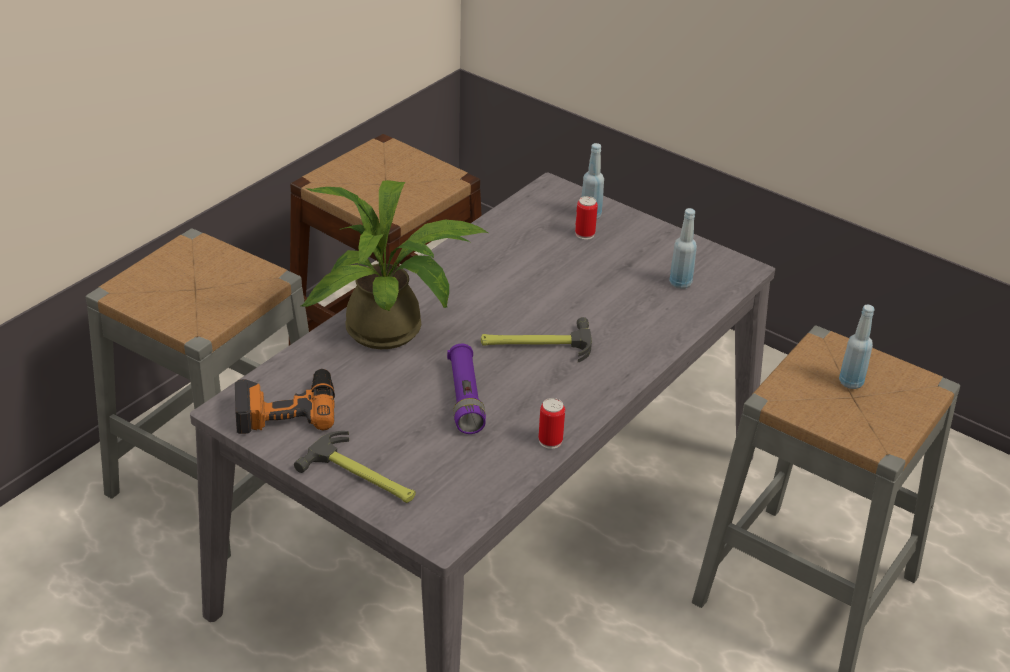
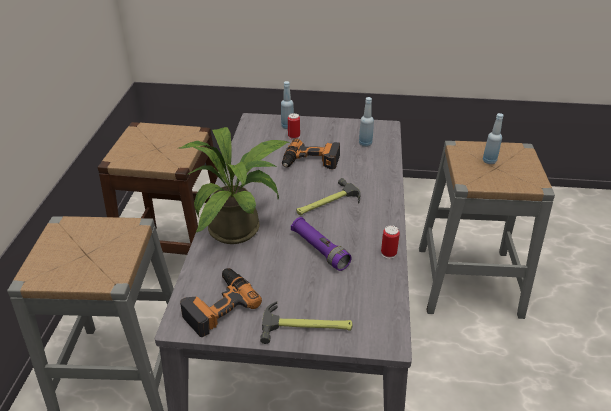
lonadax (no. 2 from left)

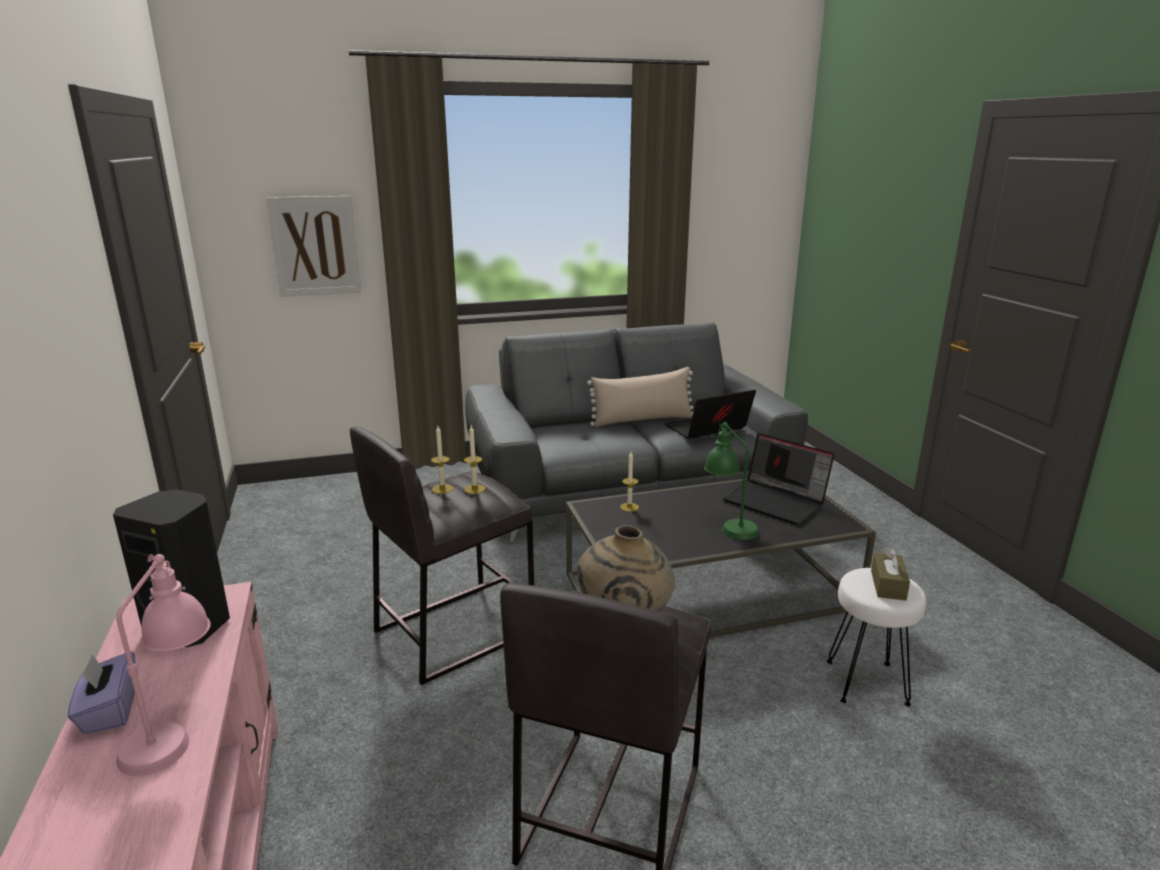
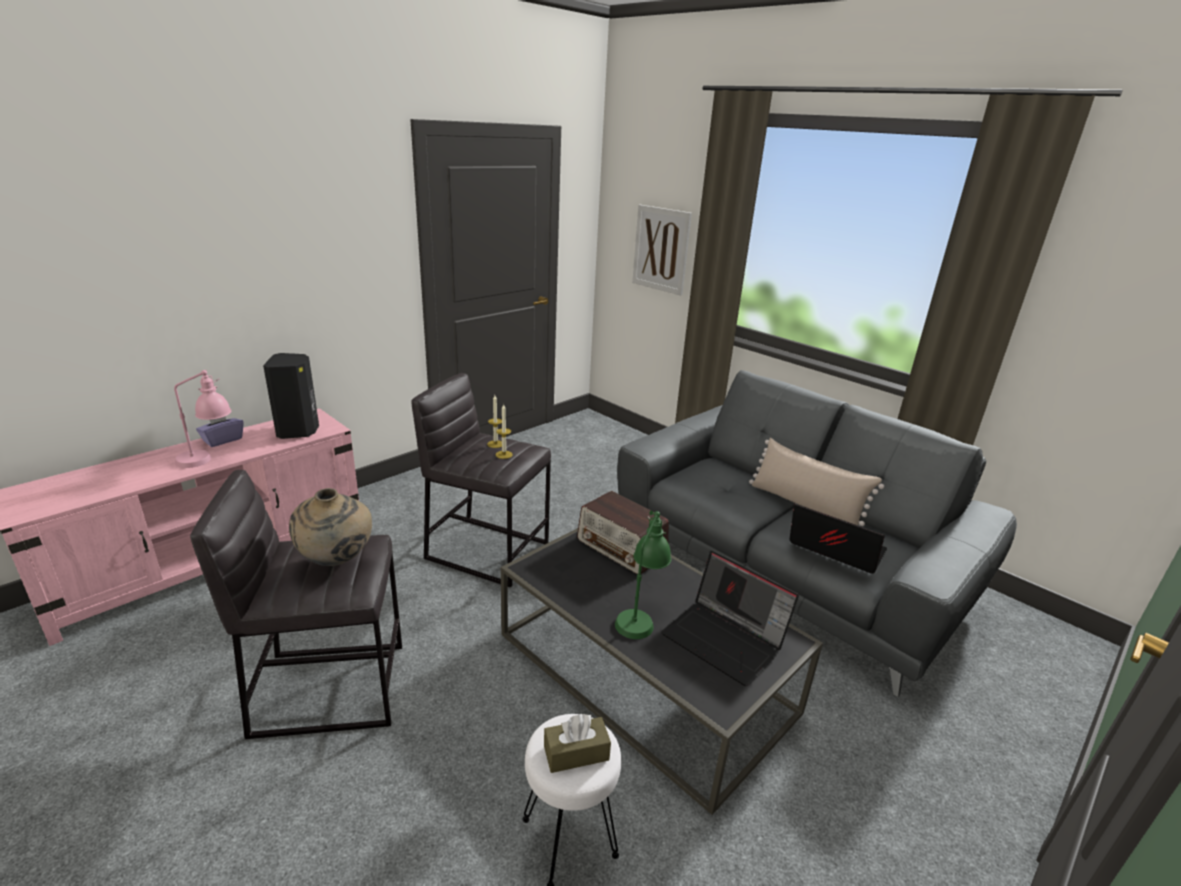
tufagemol; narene (no. 1 from left)

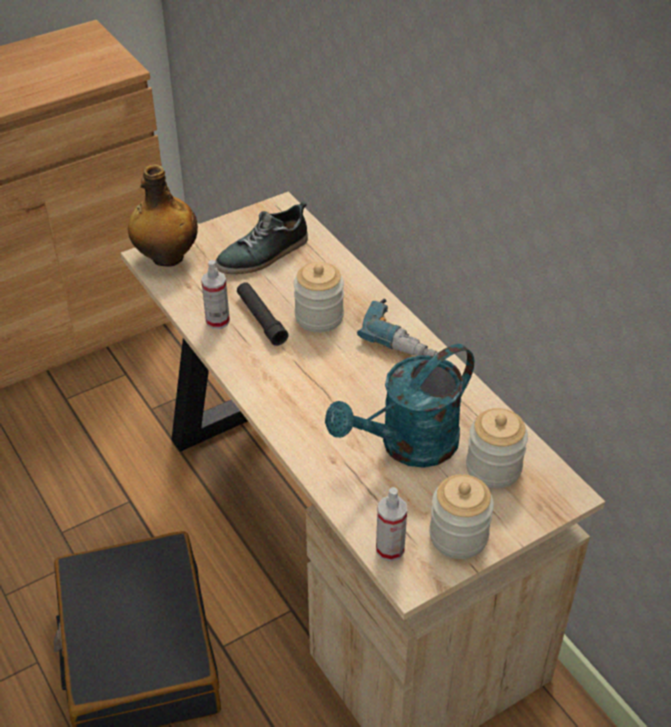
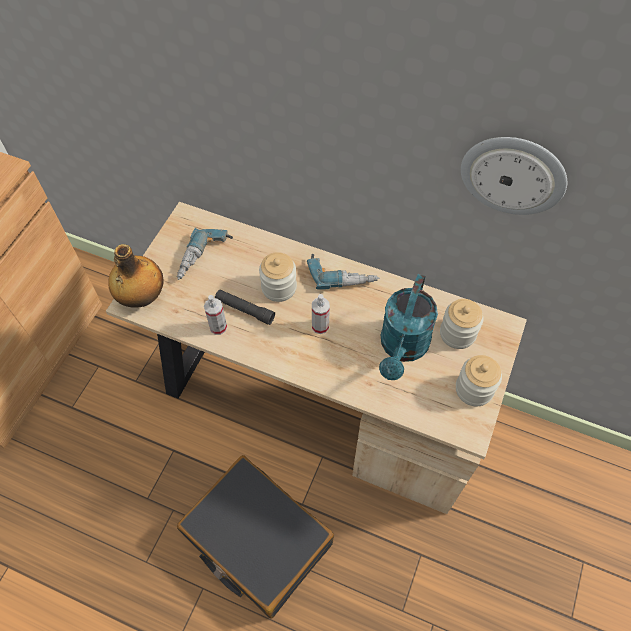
lonadax (no. 1 from left); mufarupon (no. 2 from left); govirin

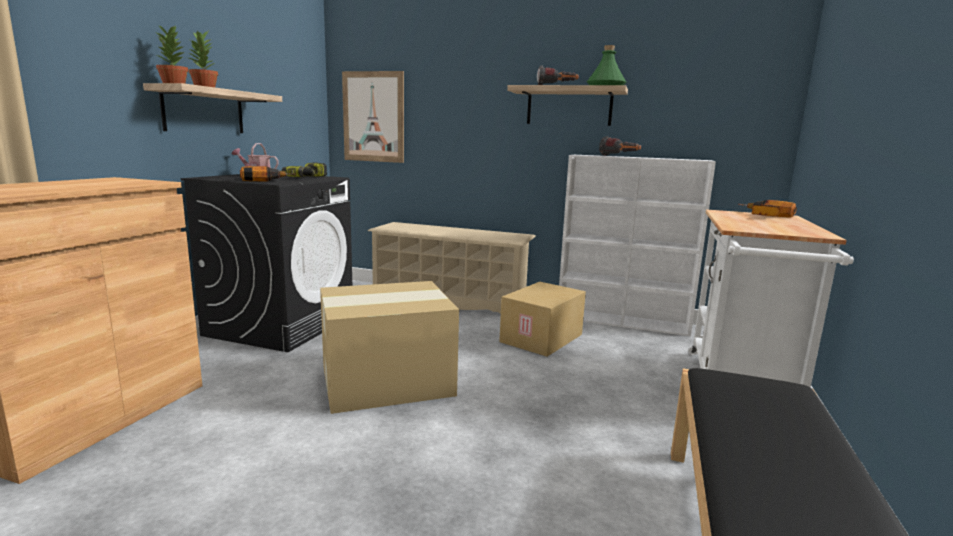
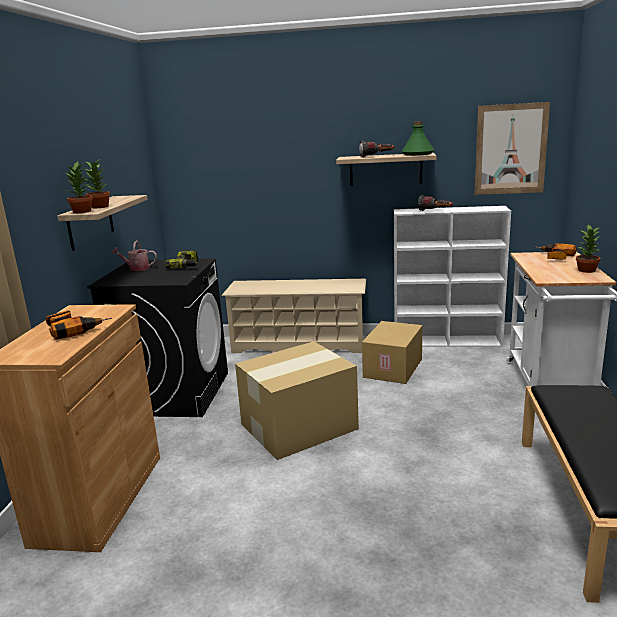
lonadax (no. 1 from left); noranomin; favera (no. 3 from left)

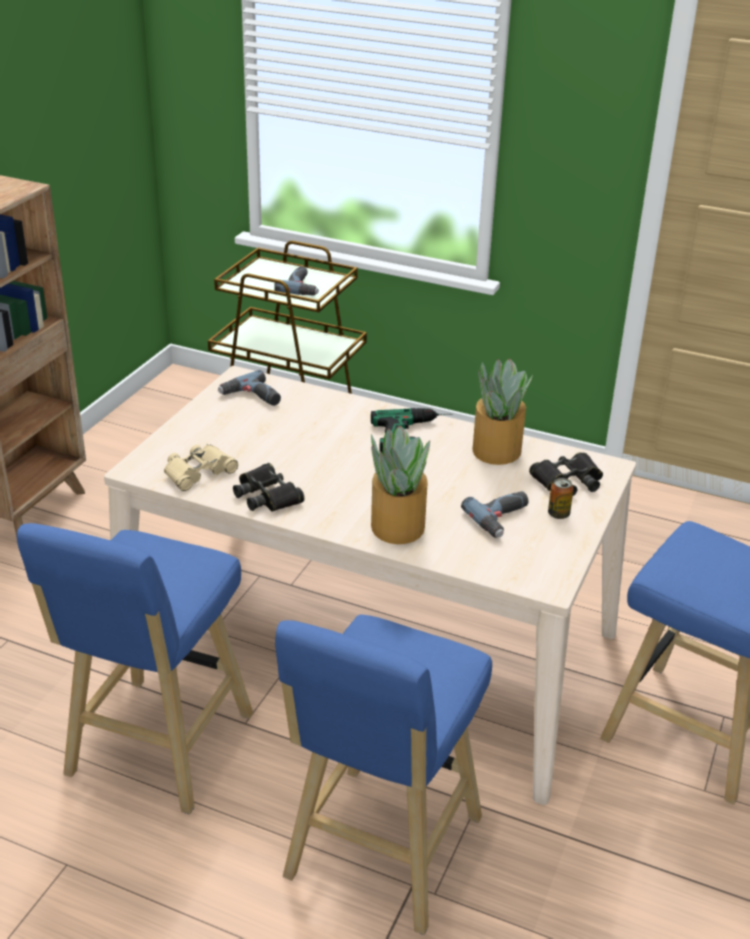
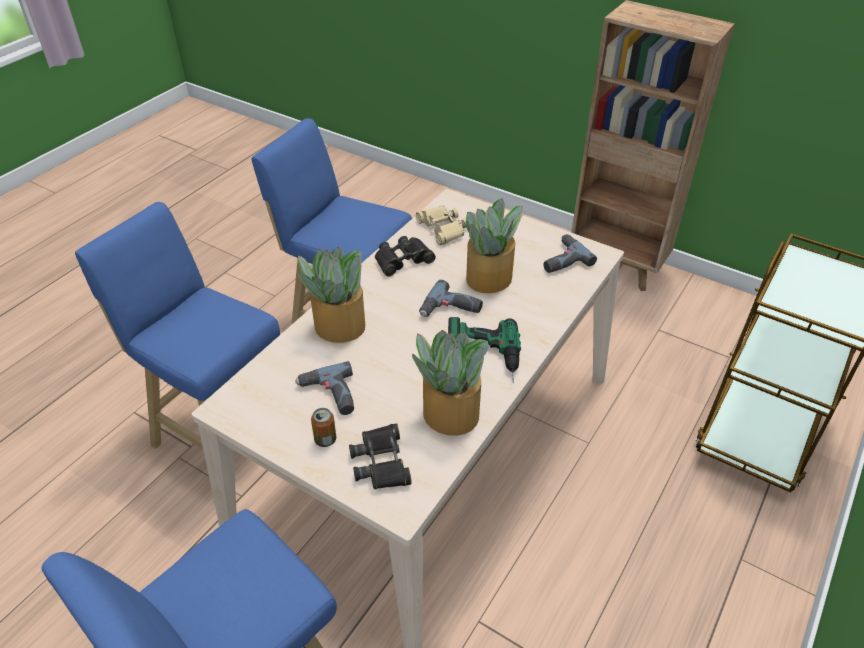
lonadax (no. 2 from left); favera (no. 3 from left)

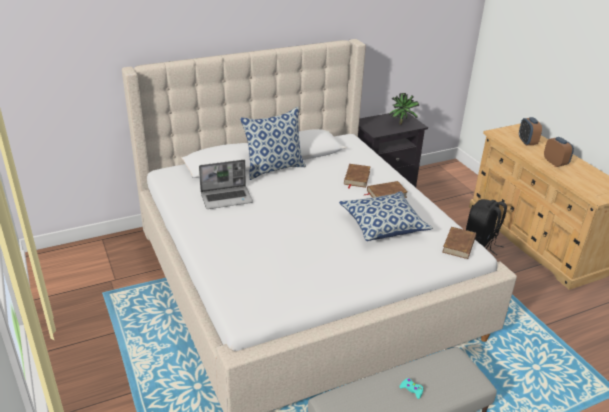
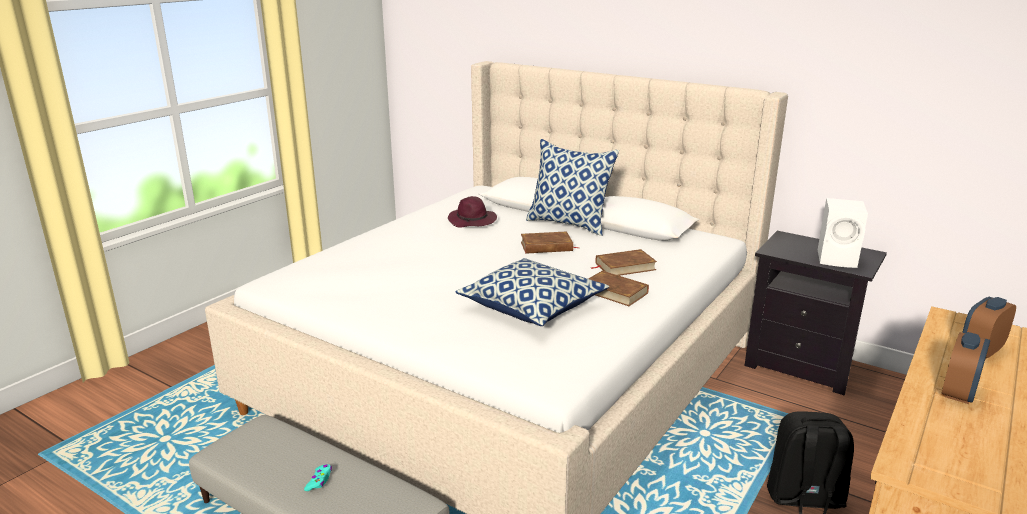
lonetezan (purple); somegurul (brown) (no. 1 from left); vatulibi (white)

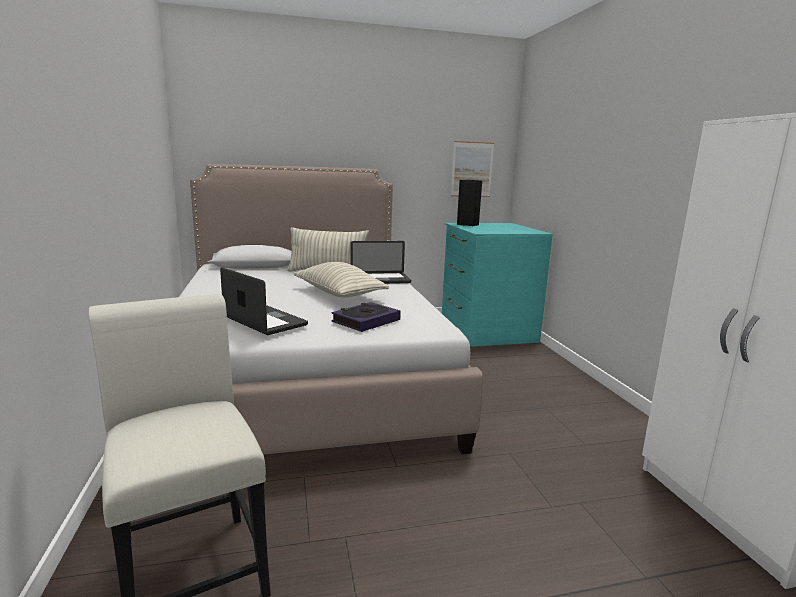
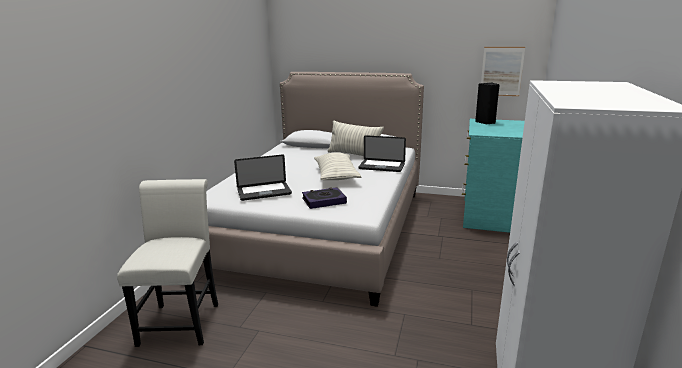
narene (no. 1 from left)

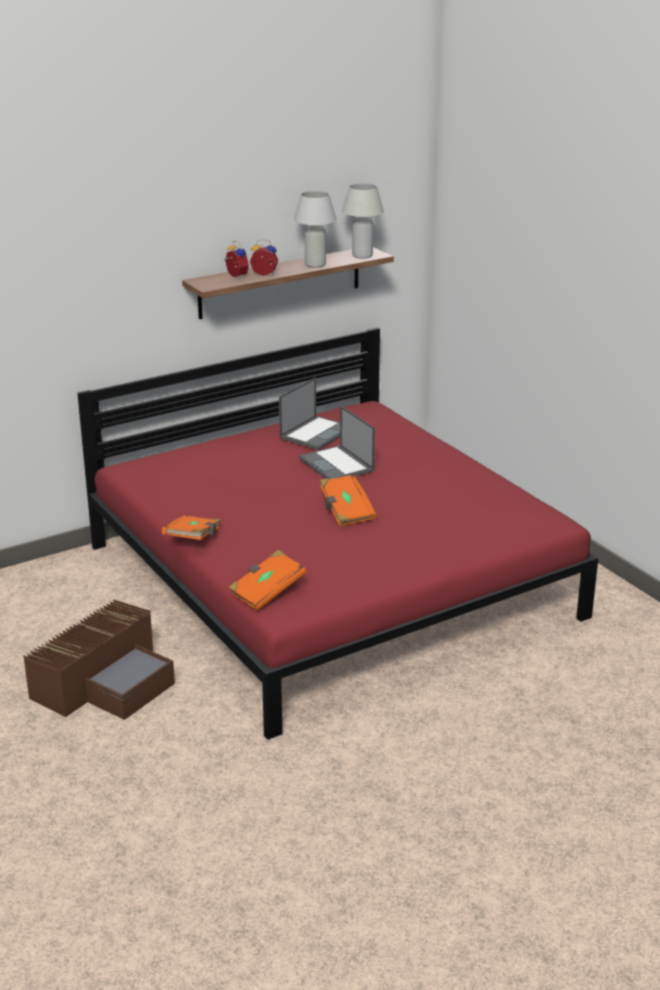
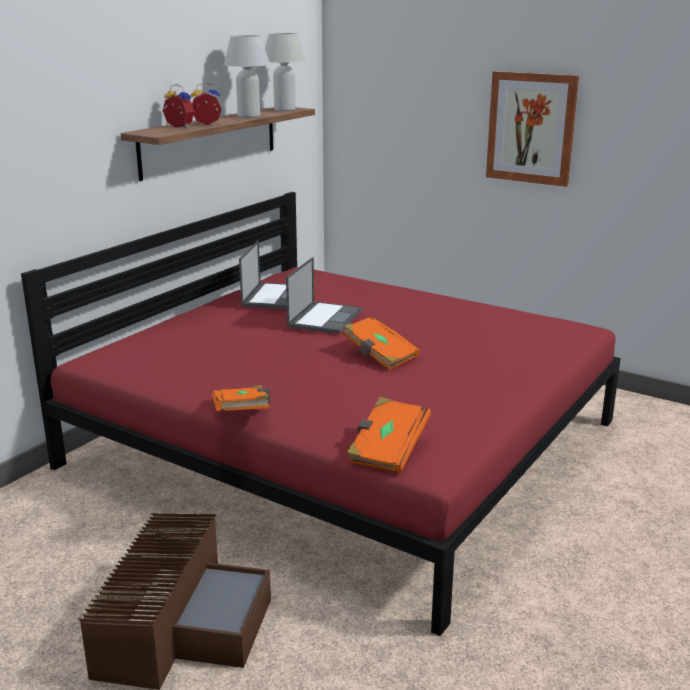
narene (no. 2 from left); noranomin

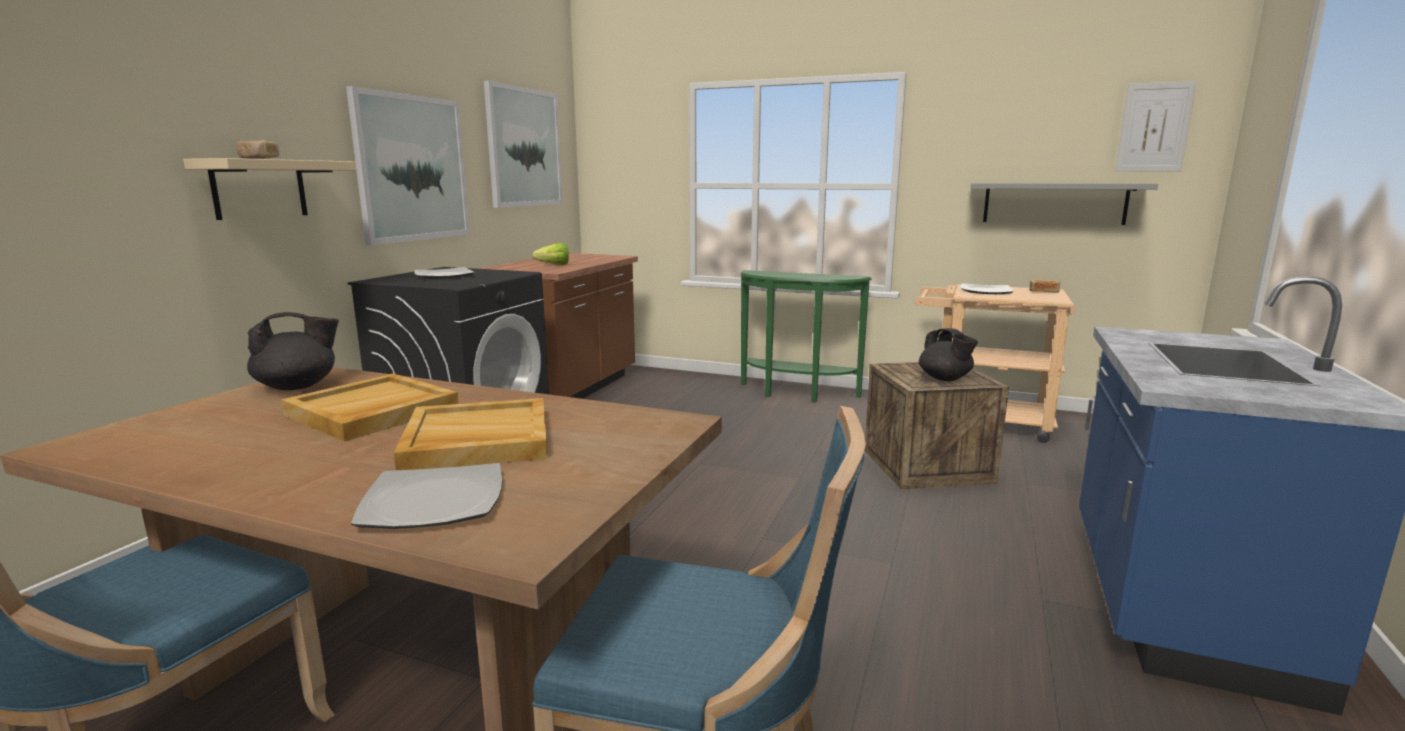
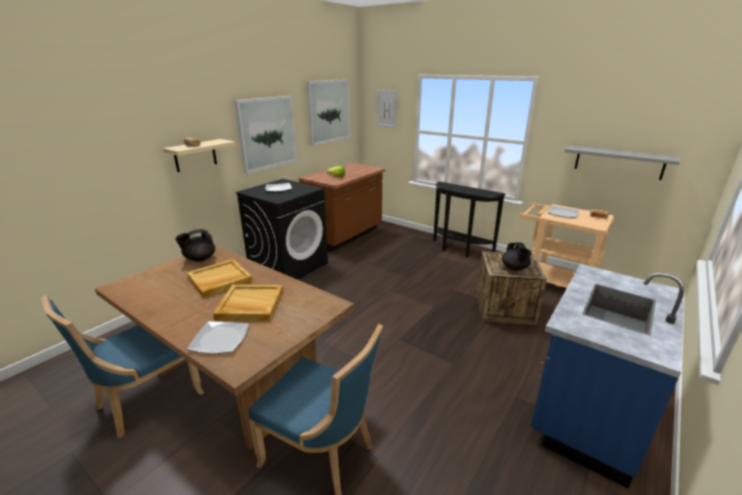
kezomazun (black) (no. 1 from left); noranomin (no. 3 from left); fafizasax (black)

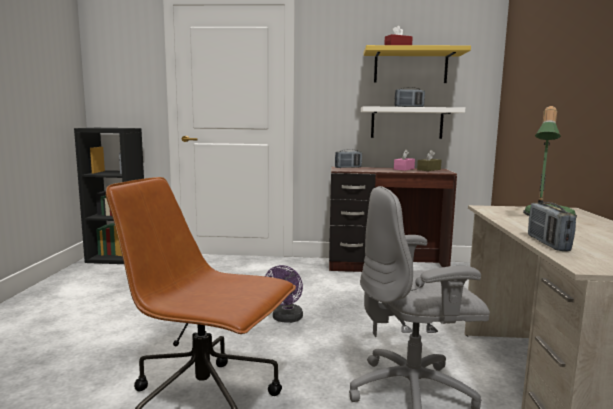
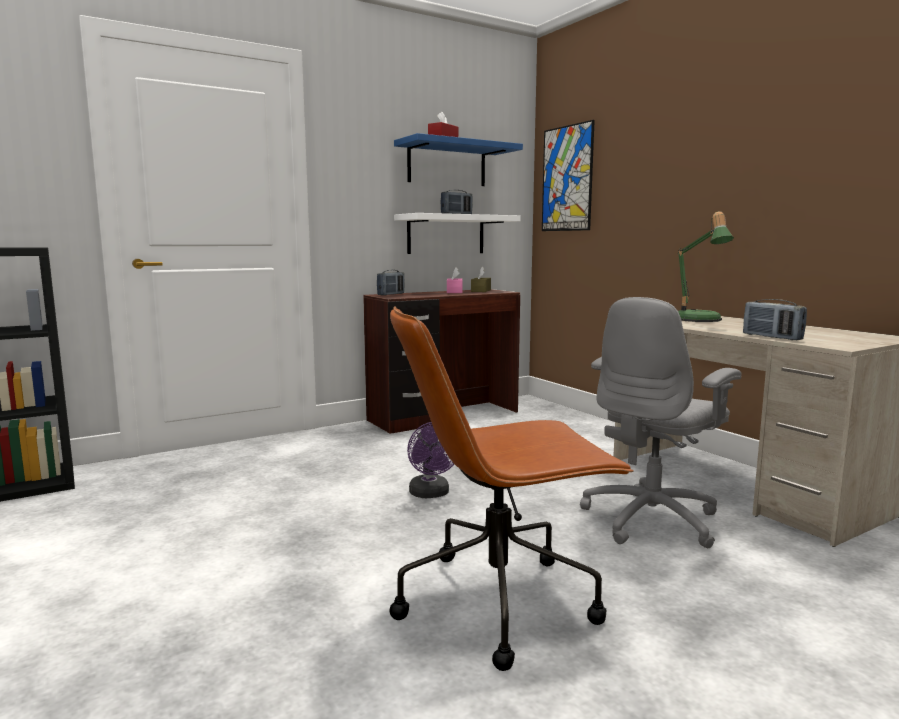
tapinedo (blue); noranomin

